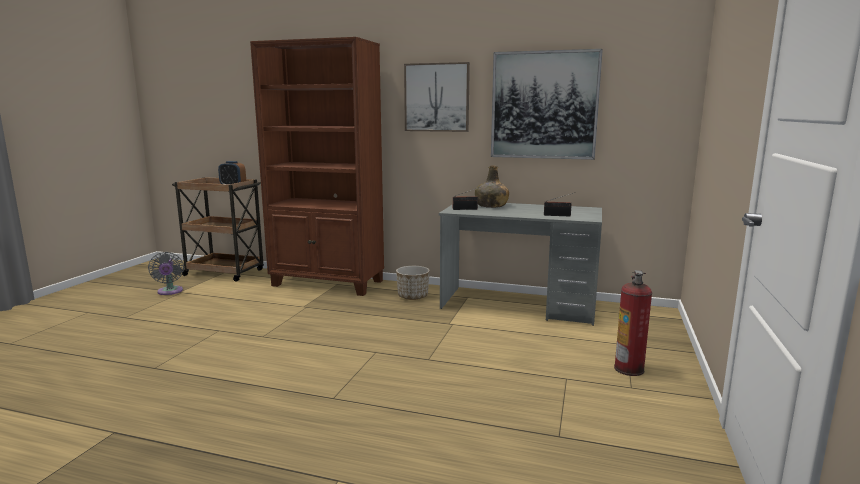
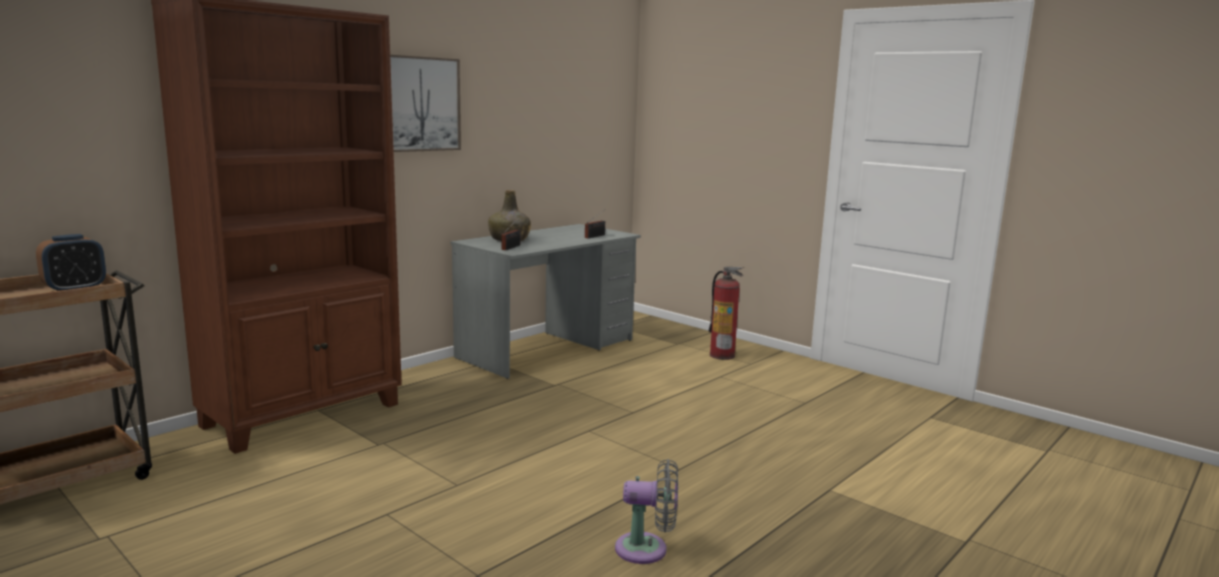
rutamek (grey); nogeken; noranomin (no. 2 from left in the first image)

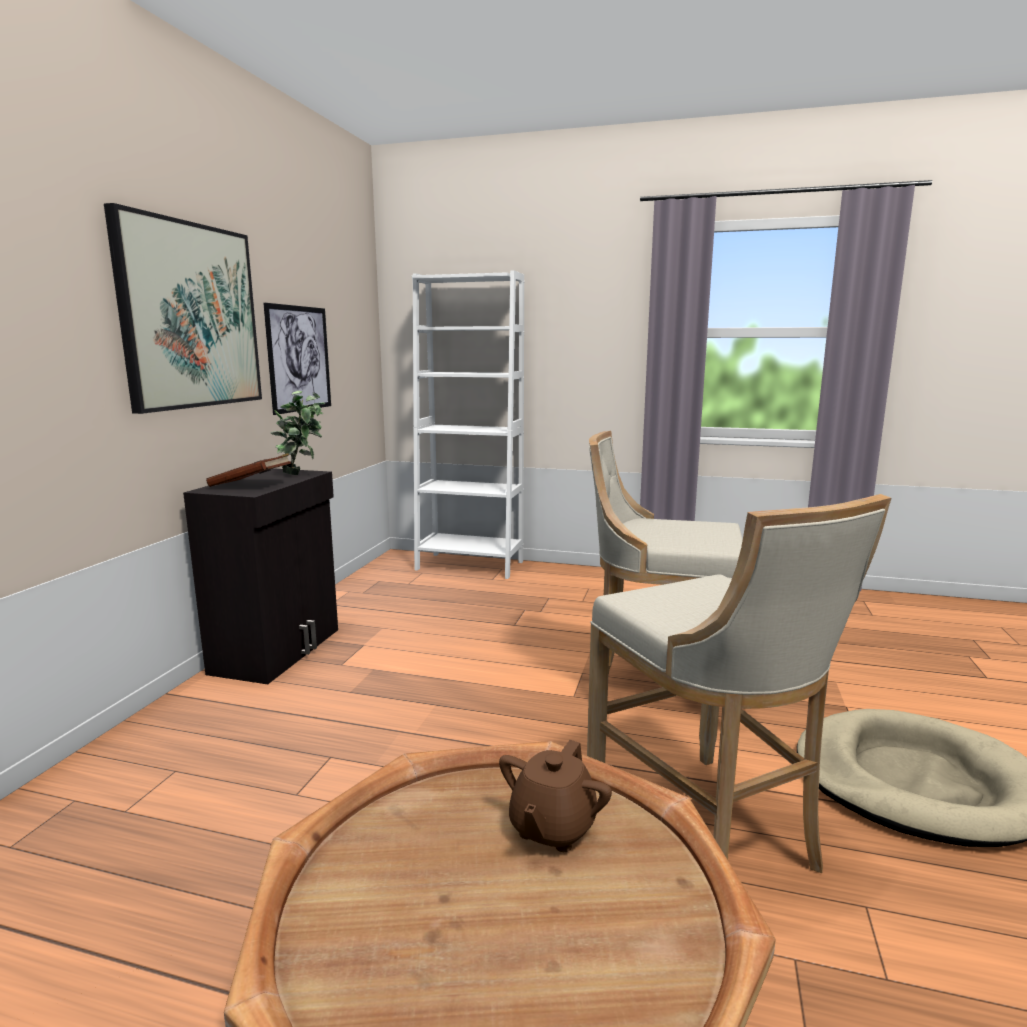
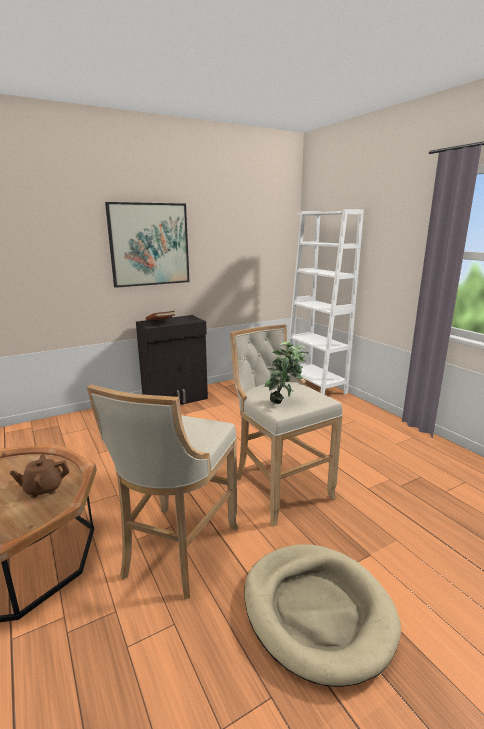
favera; noranomin (no. 2 from left in the first image)

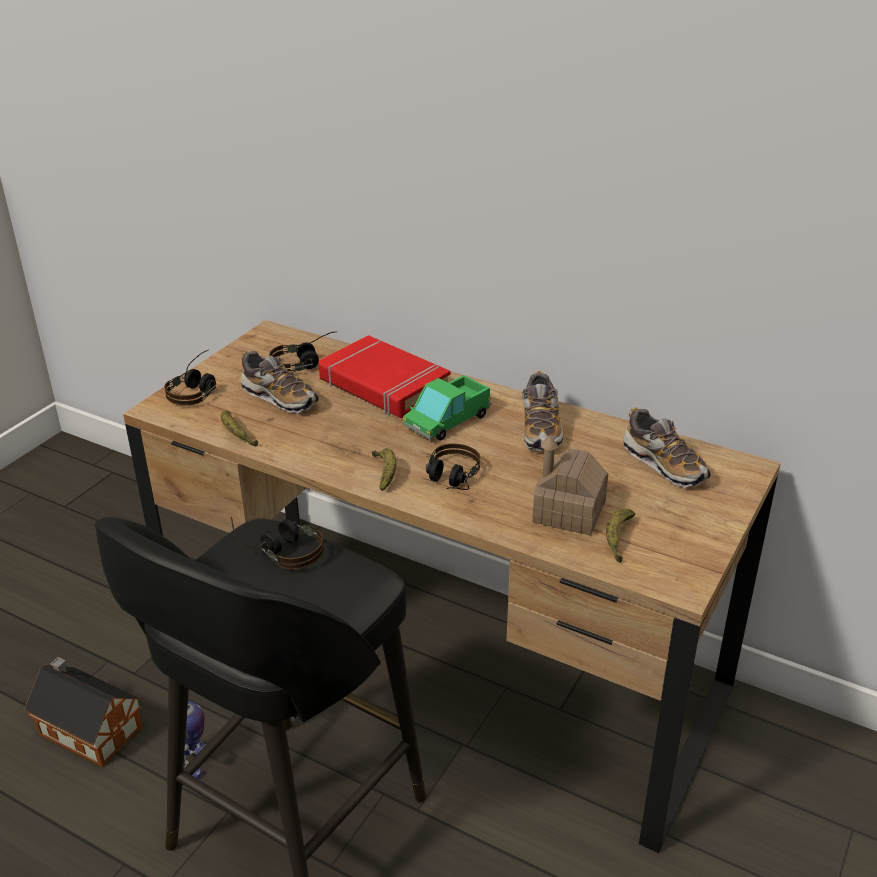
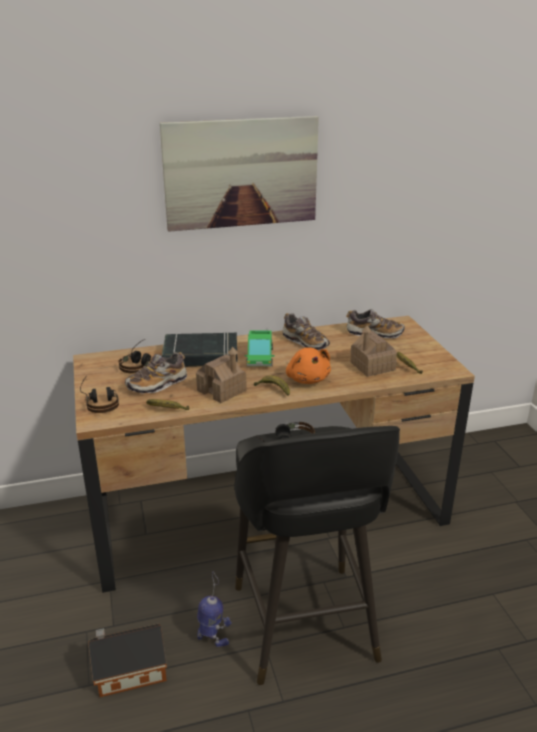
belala (no. 1 from left); noranomin; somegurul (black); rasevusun (no. 2 from left); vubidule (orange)

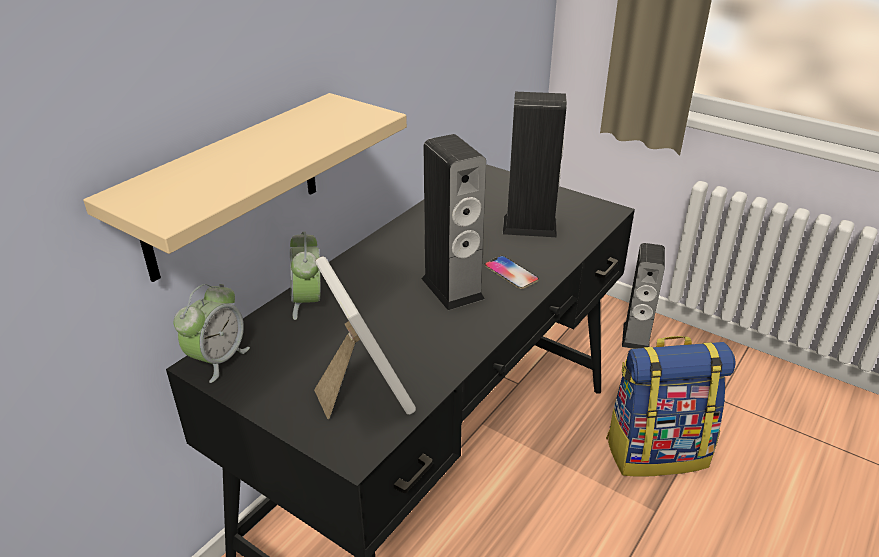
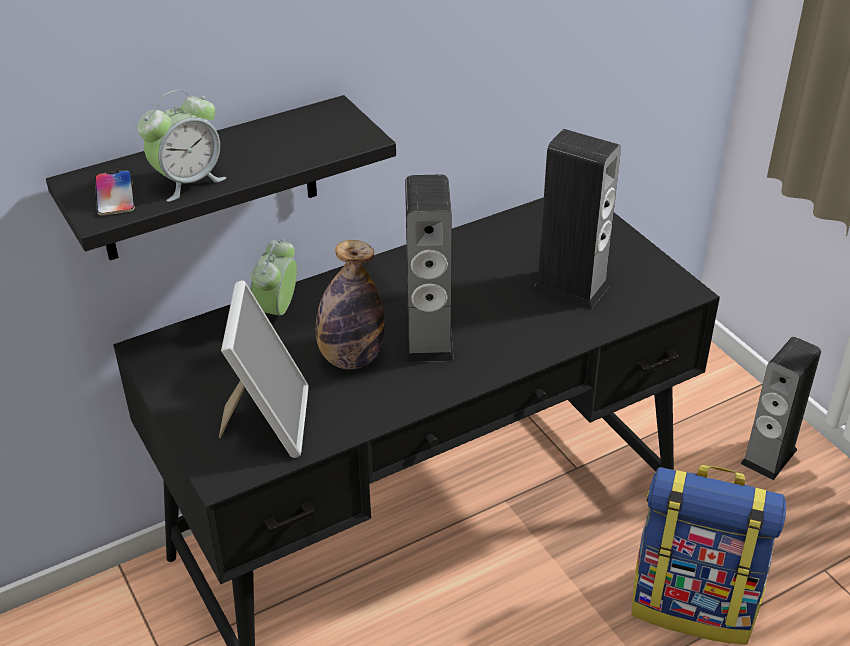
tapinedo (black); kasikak; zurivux (no. 1 from left); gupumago

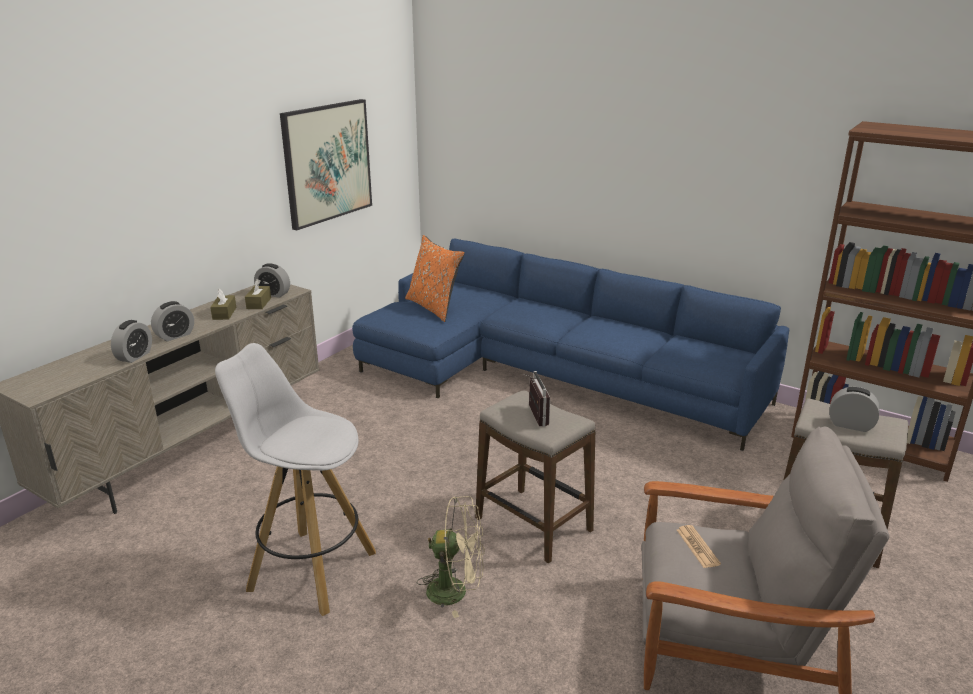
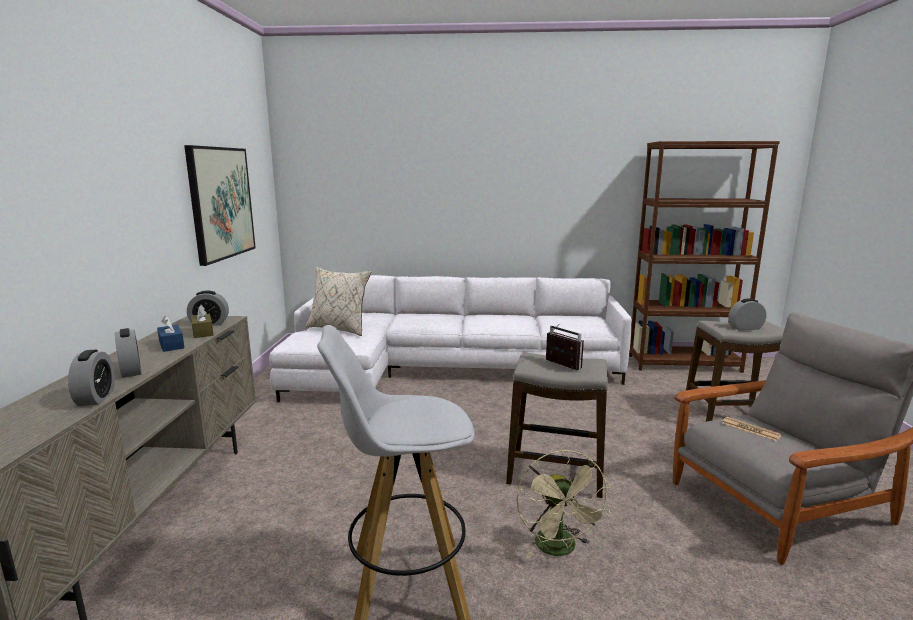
zurivux (no. 2 from left); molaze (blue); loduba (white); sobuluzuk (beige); rutamek (beige)

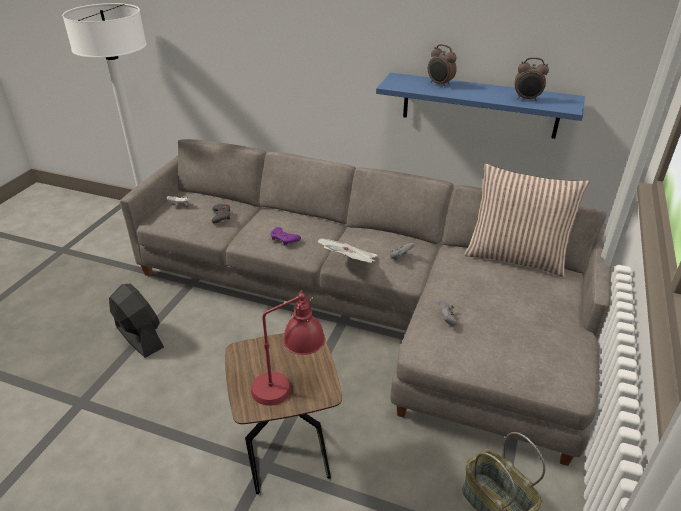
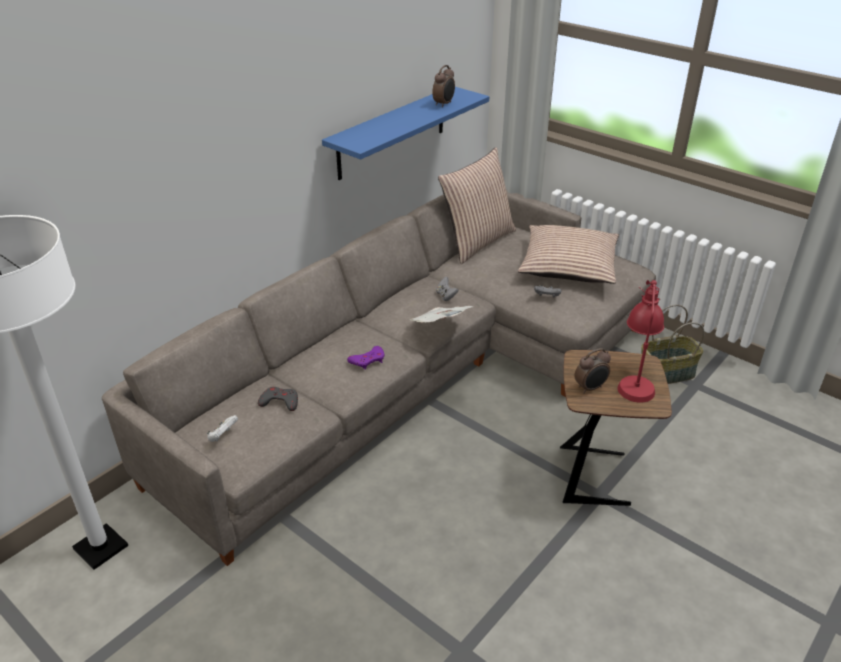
sobuluzuk (no. 2 from left); zurivux (no. 2 from left); rutamek (black)

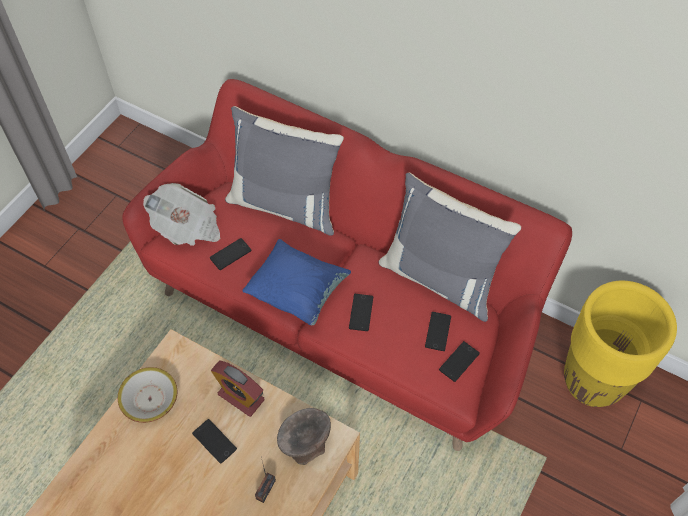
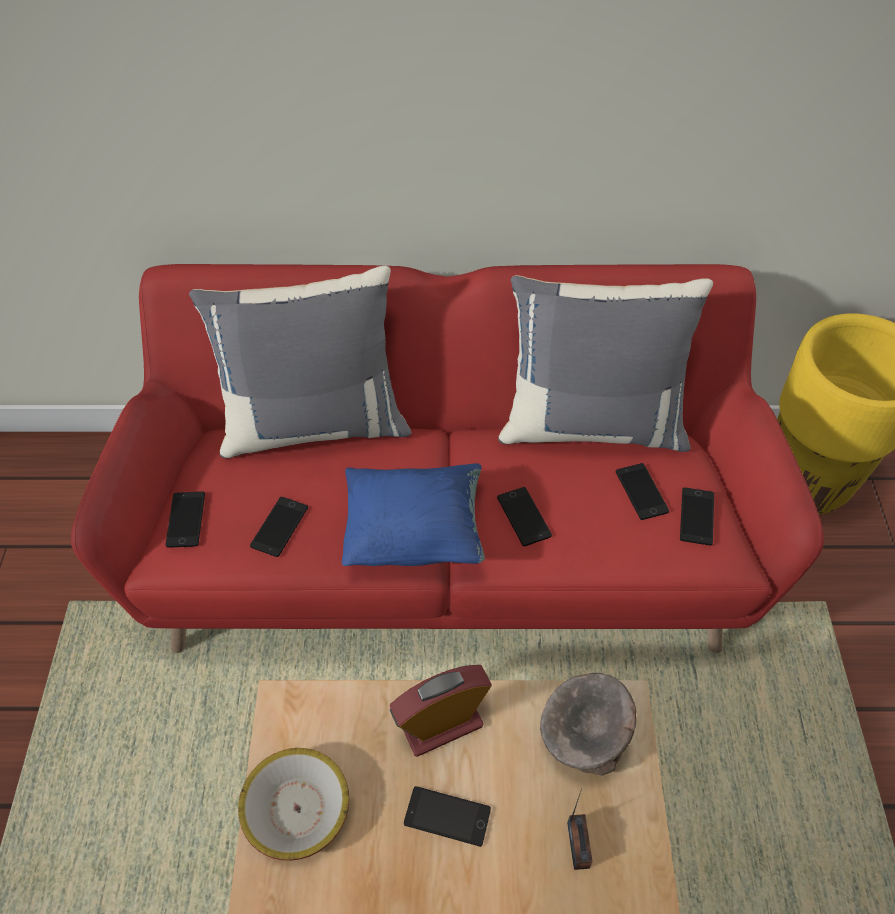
kasikak (no. 1 from left); zurivux

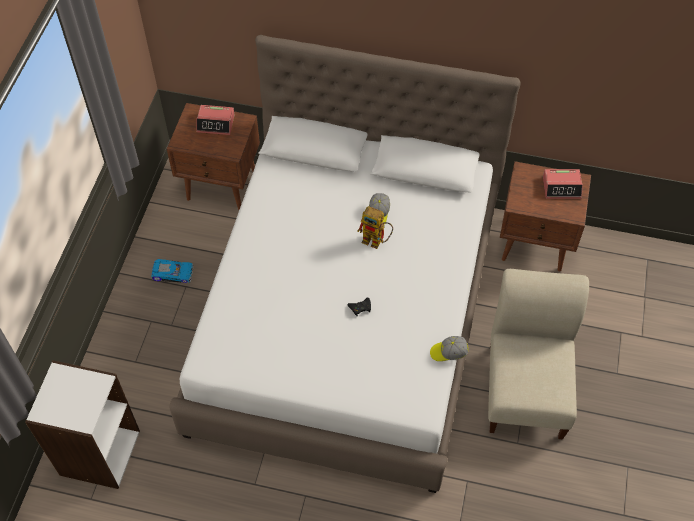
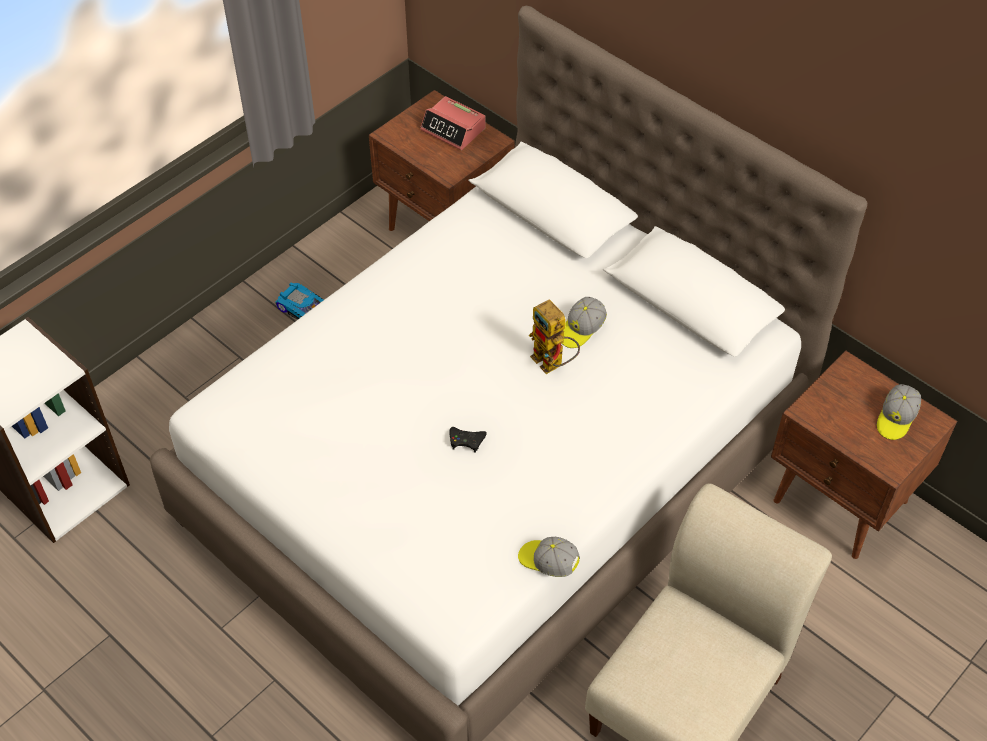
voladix (no. 3 from left)

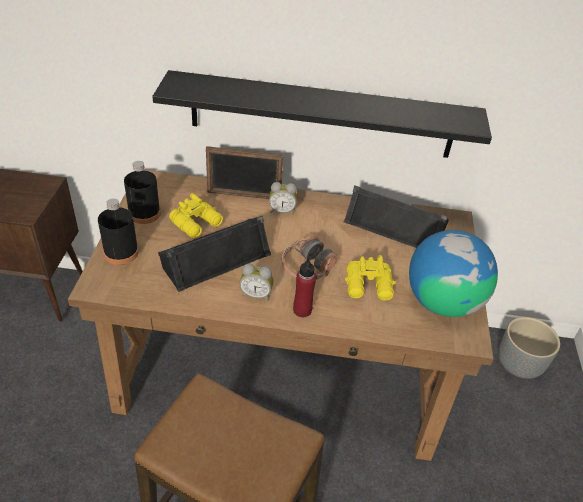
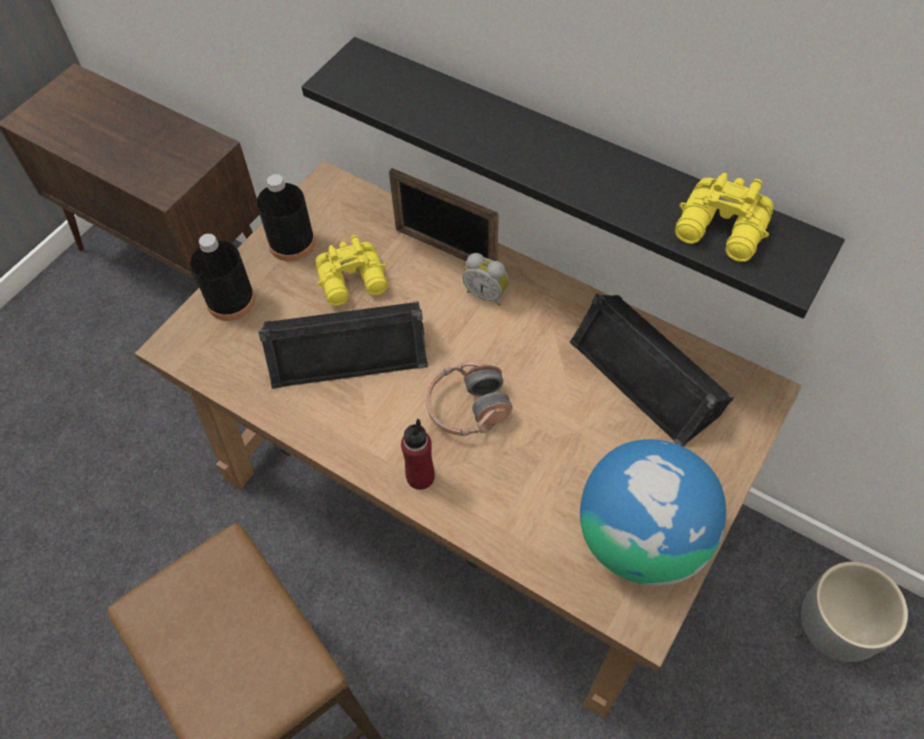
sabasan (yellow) (no. 2 from left); zurivux (no. 1 from left in the first image)

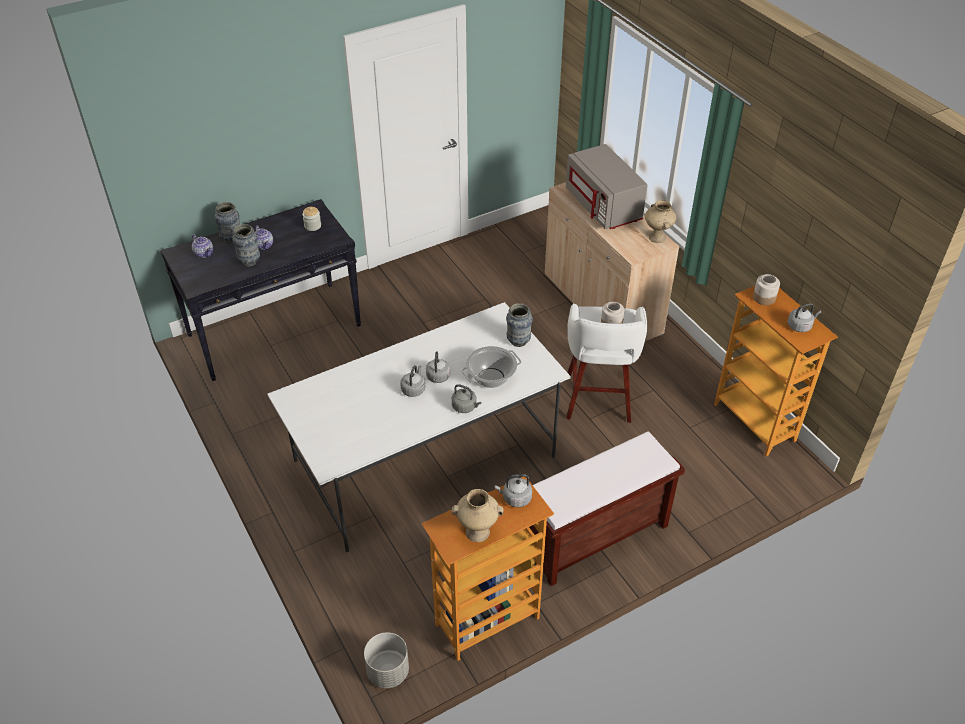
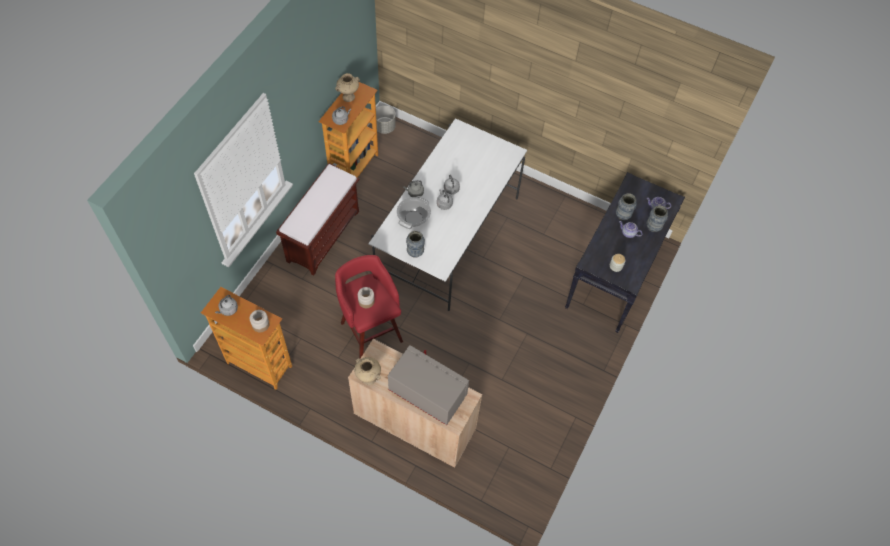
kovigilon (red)

